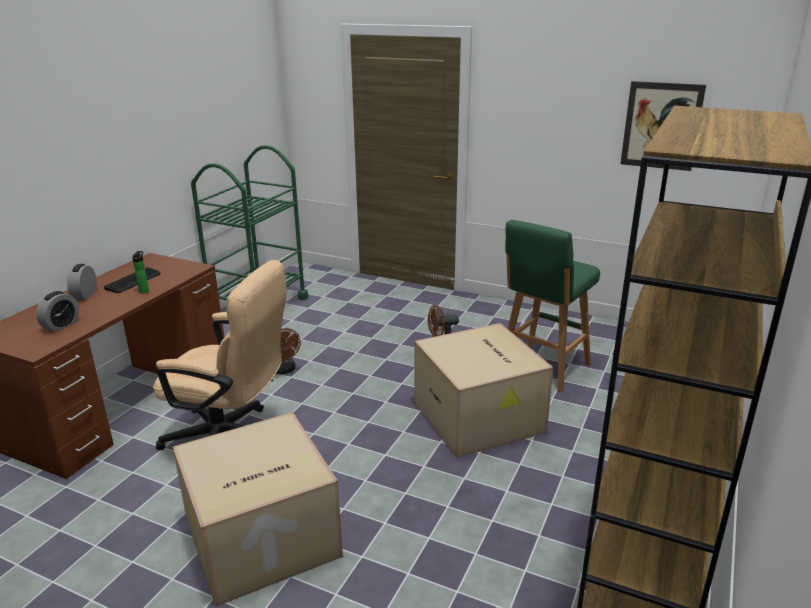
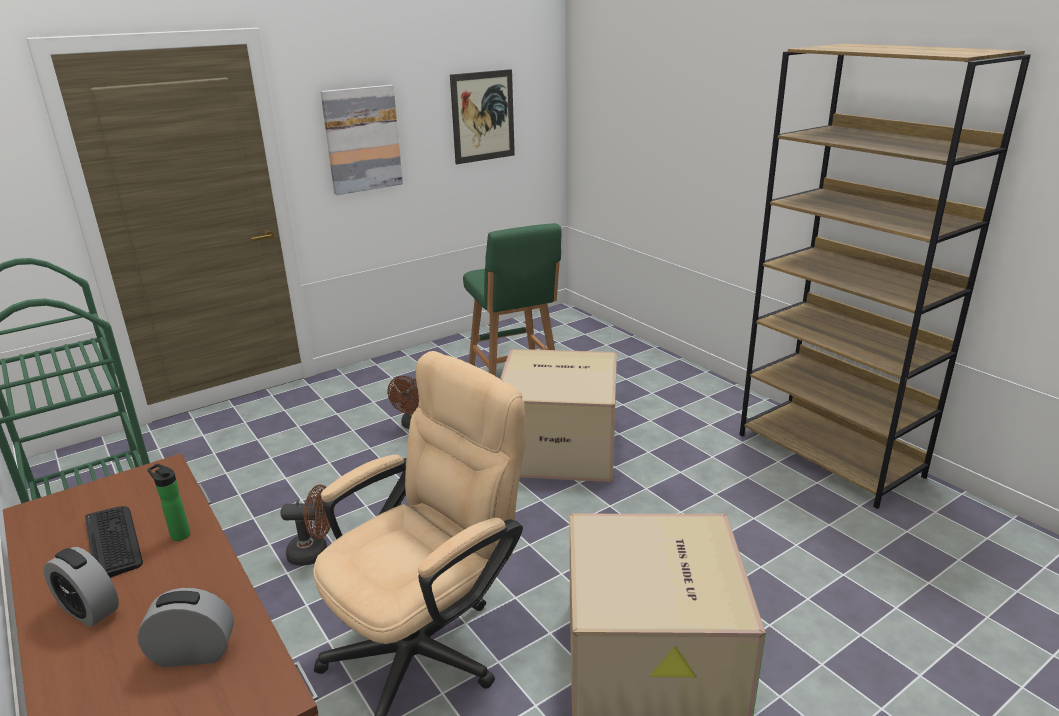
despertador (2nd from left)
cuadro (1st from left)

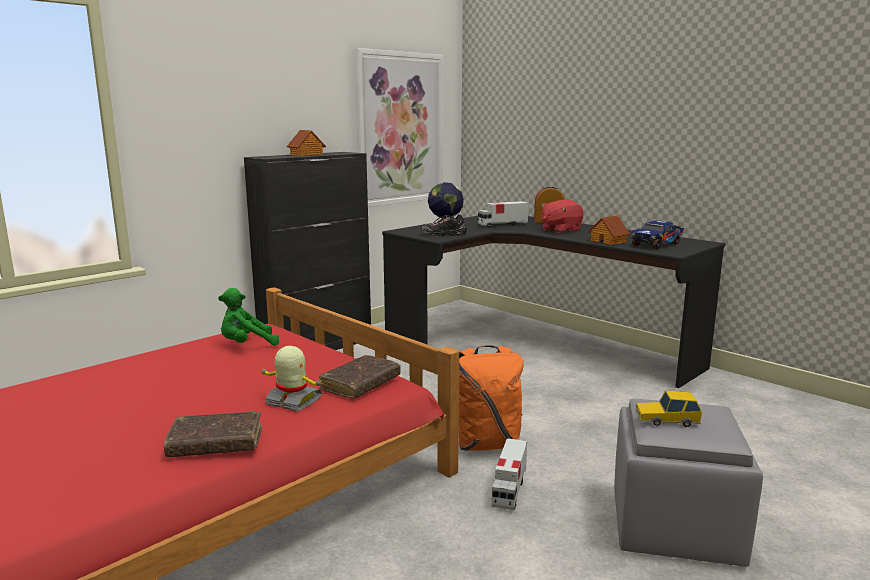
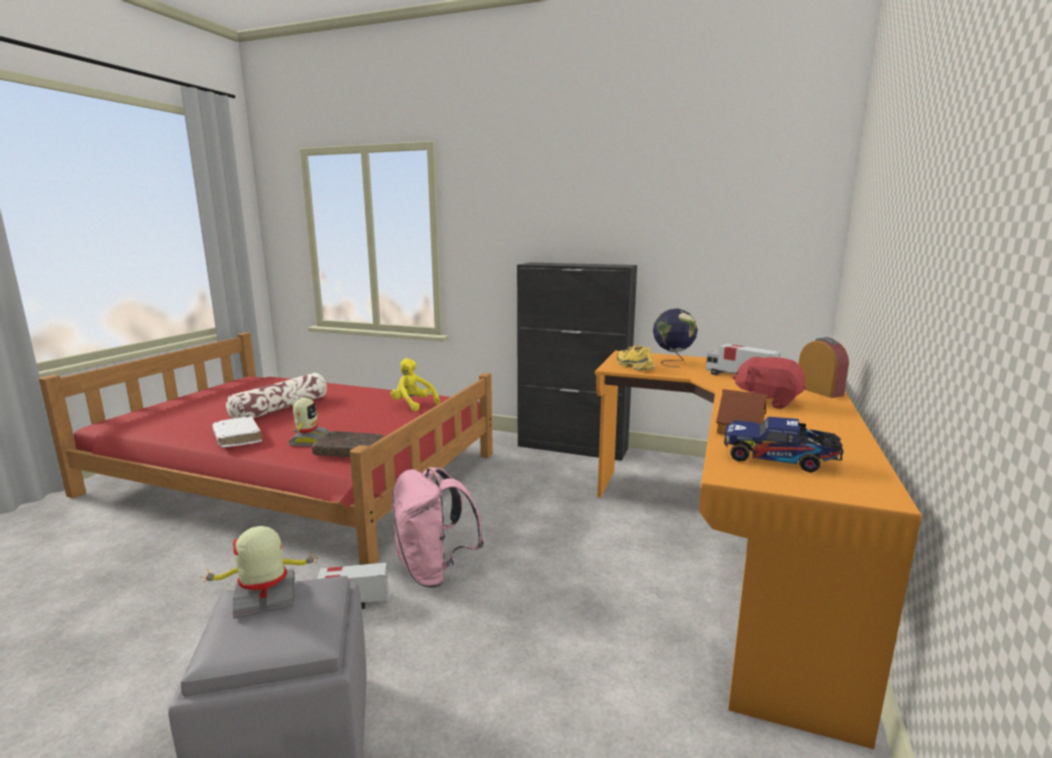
cuadro
casita (1st from left in the first image)
zapato (amarillo)
escritorio (naranja)
peluche (amarillo)
mochila (rosa)
robot de juguete (1st from left)
libro (blanco)
cojín

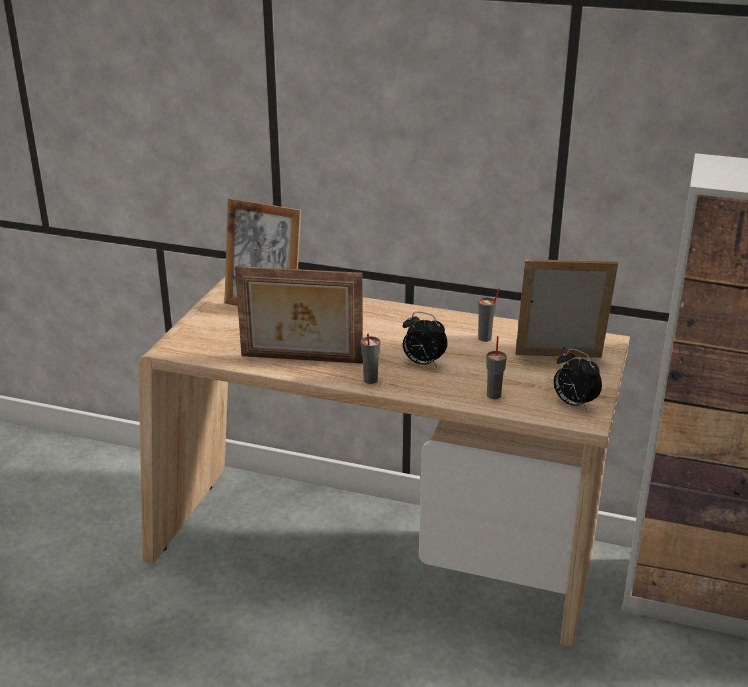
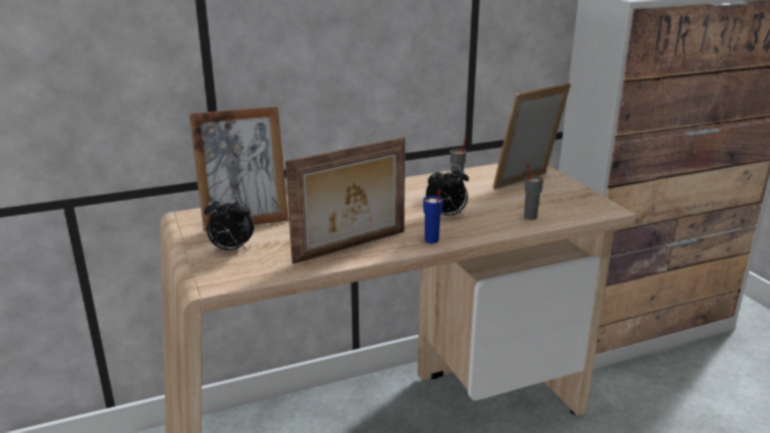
taza (azul)
despertador (1st from left)

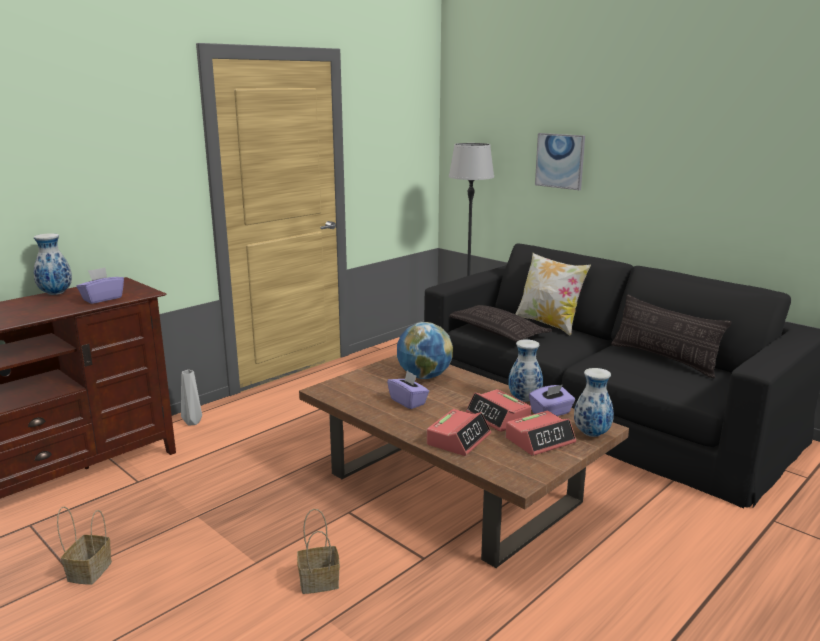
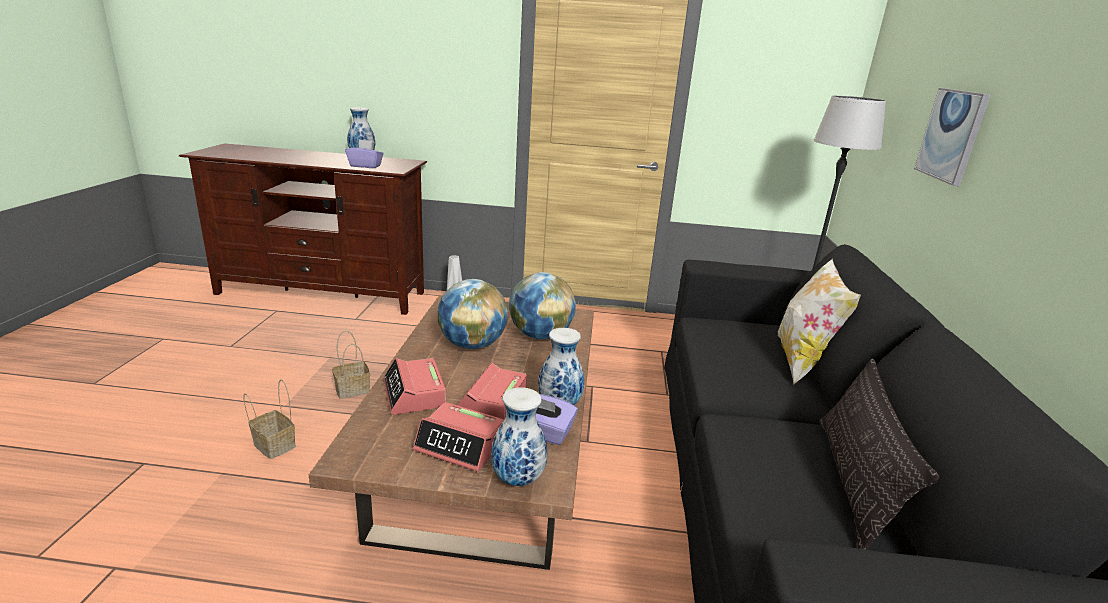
cojín (1st from left in the first image)
globo terráqueo (1st from left)
despertador (1st from left)
cesta (2nd from left)

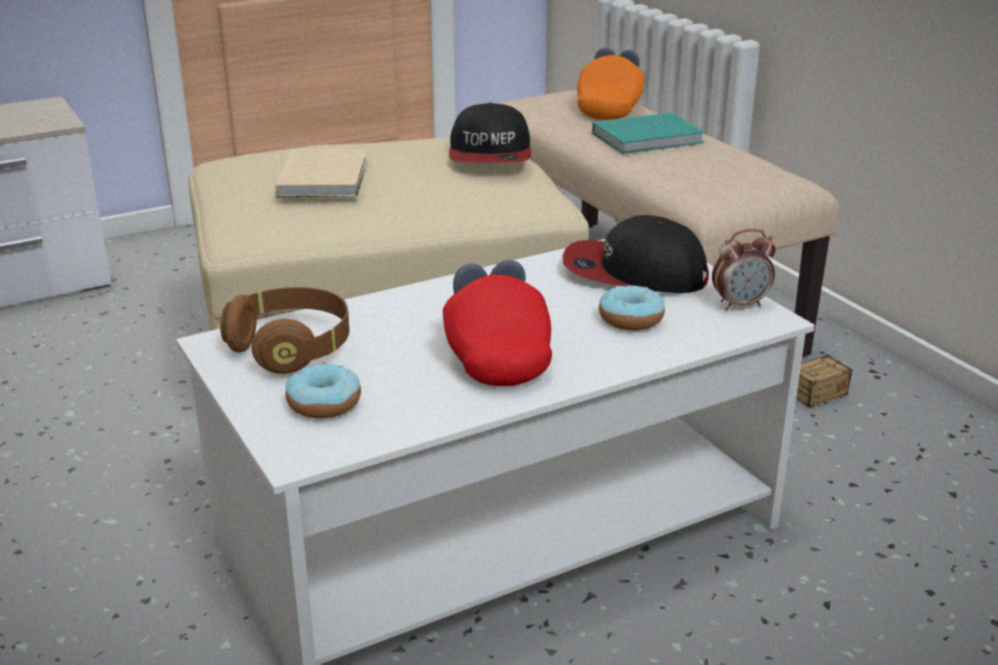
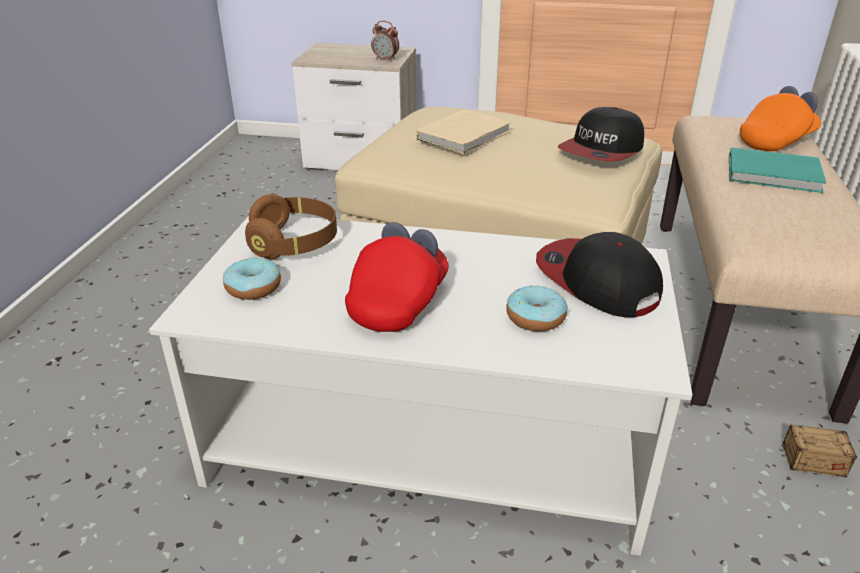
despertador

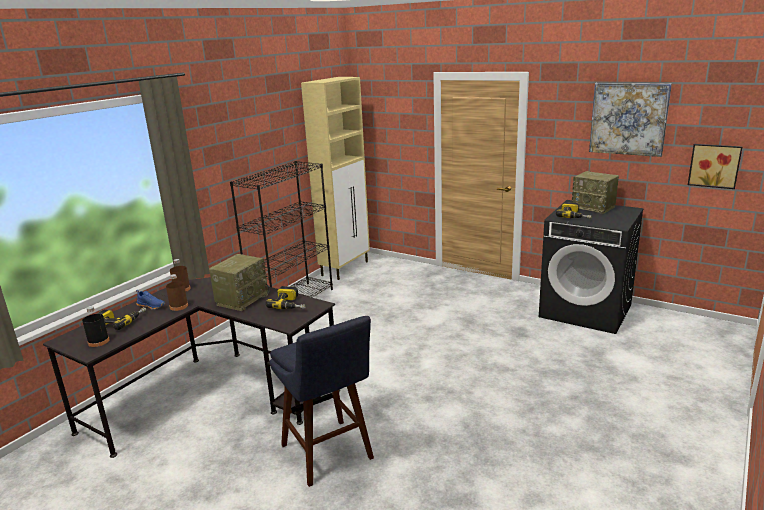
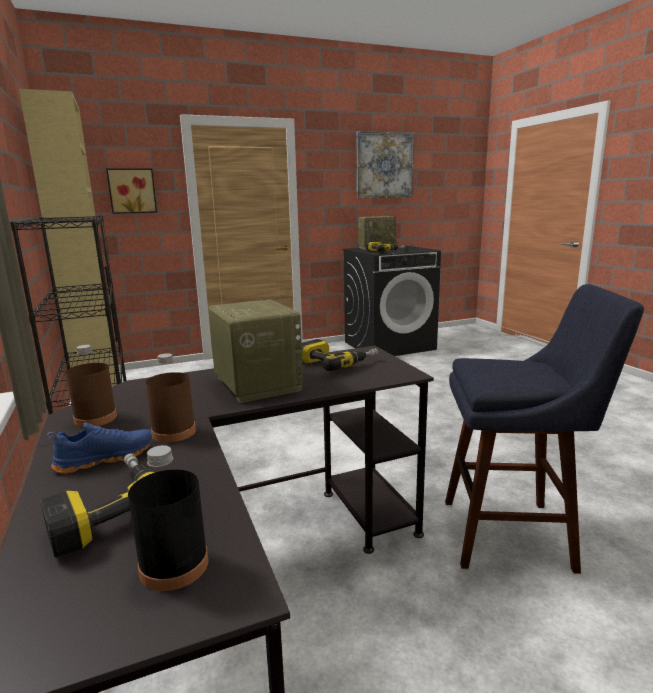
cuadro (1st from left)

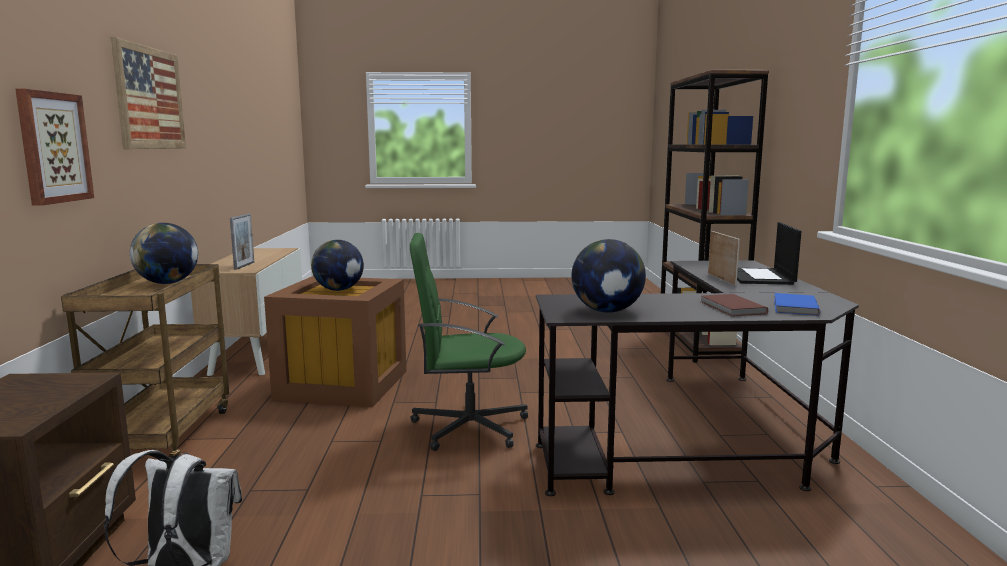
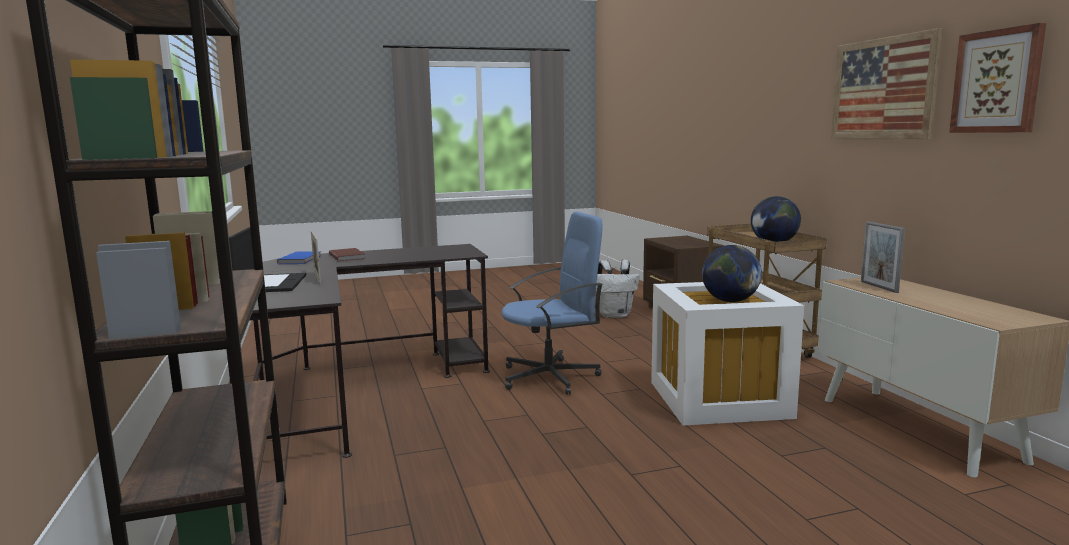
cuadro (2nd from left)
silla de oficina (azul)
globo terráqueo (3rd from left in the first image)
caja de almacenaje (blanco)

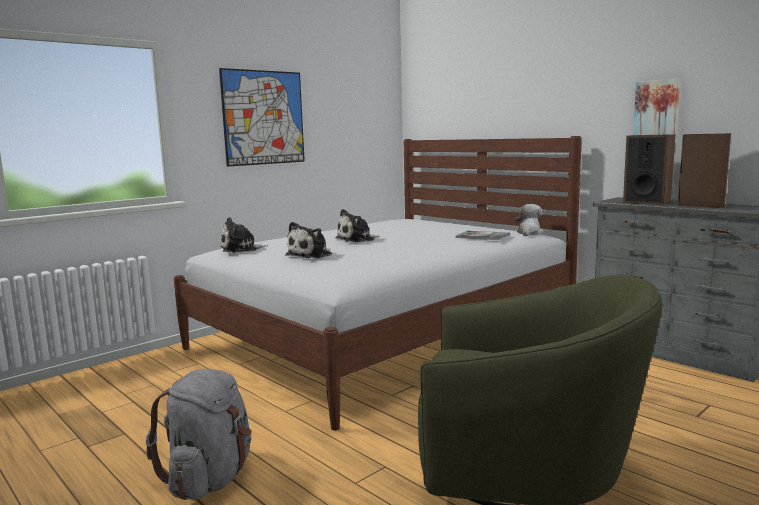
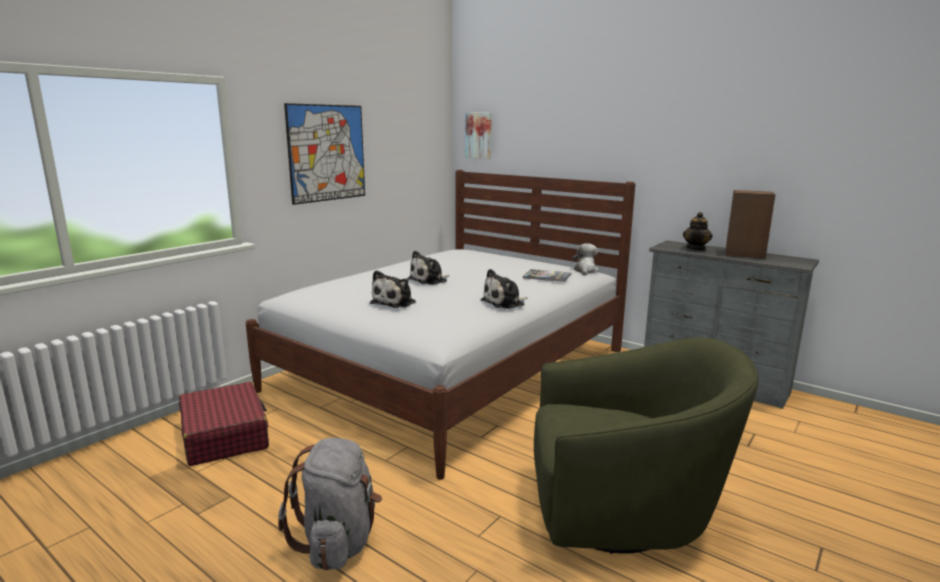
cuadro (2nd from left)
tetera
peluche (3rd from left)
maleta (rojo)

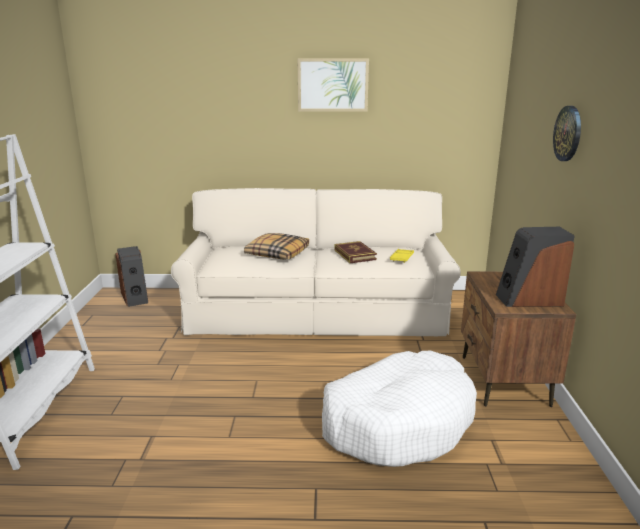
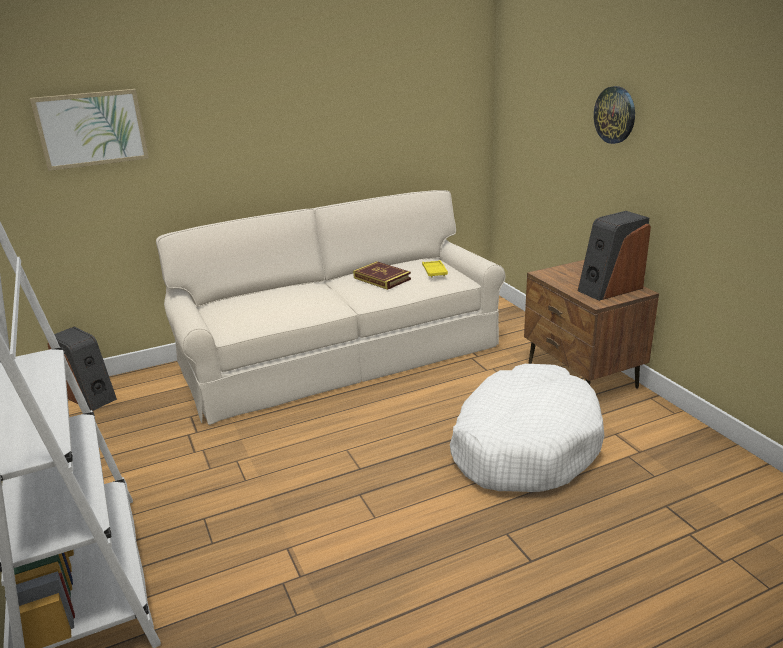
cuadro
cojín

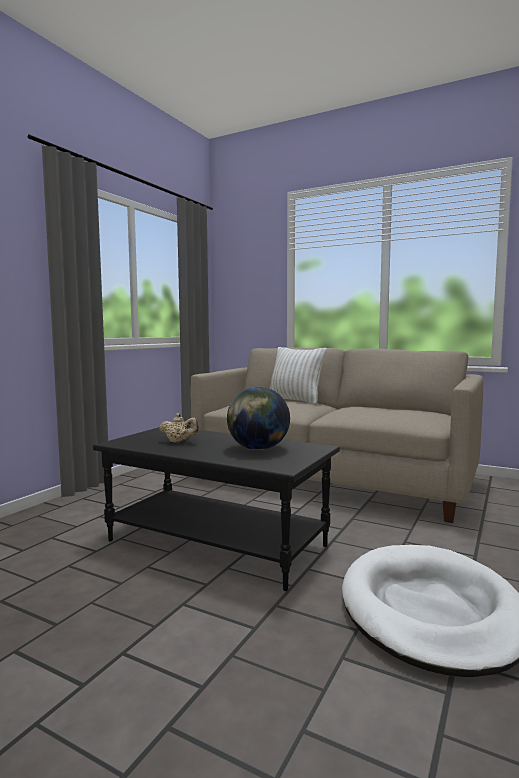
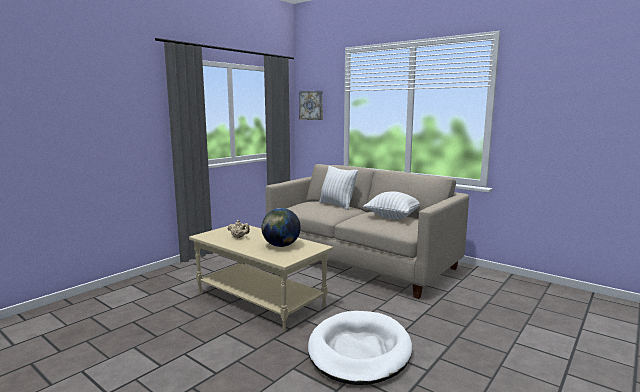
mesa de centro (beis)
cuadro
cojín (blanco) (2nd from left)

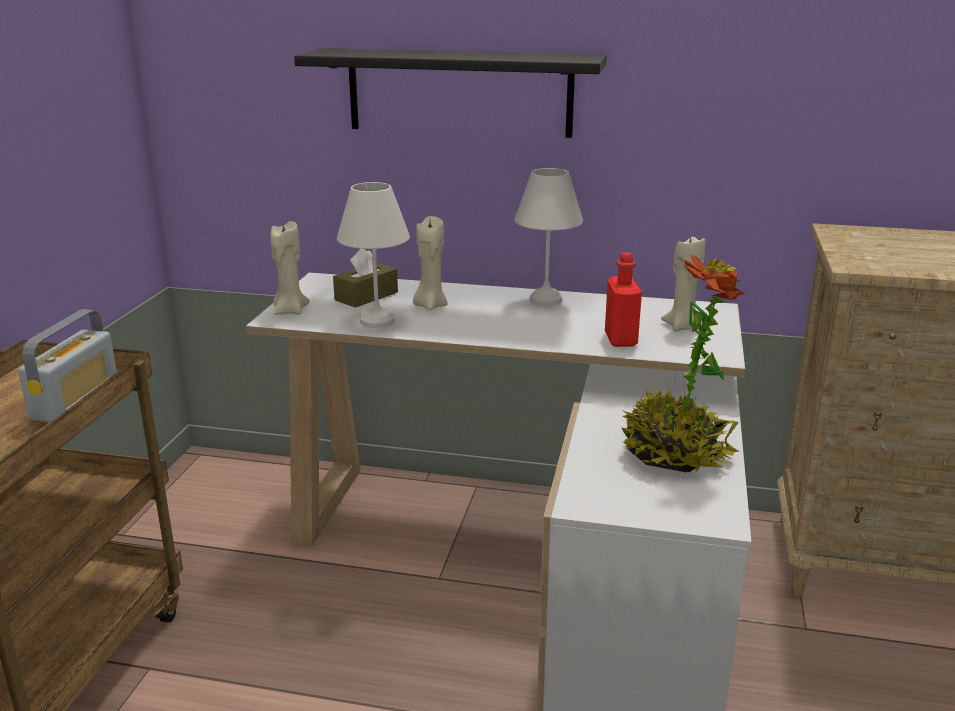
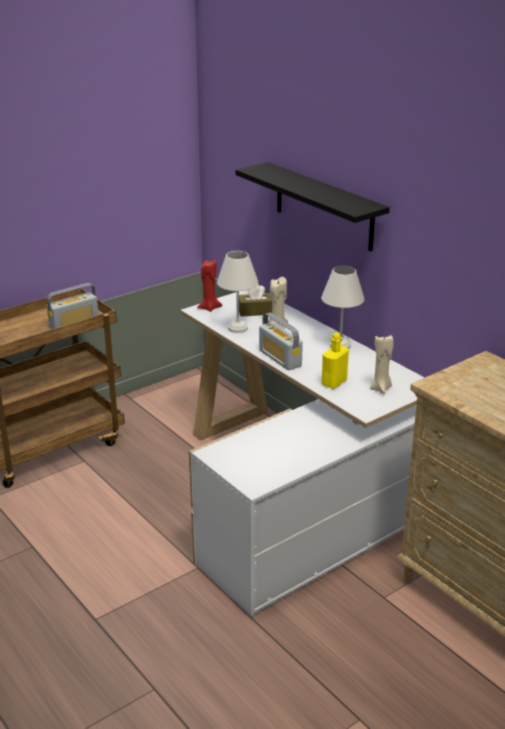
vela (rojo)
botella (amarillo)
planta en maceta
radio (2nd from left)

